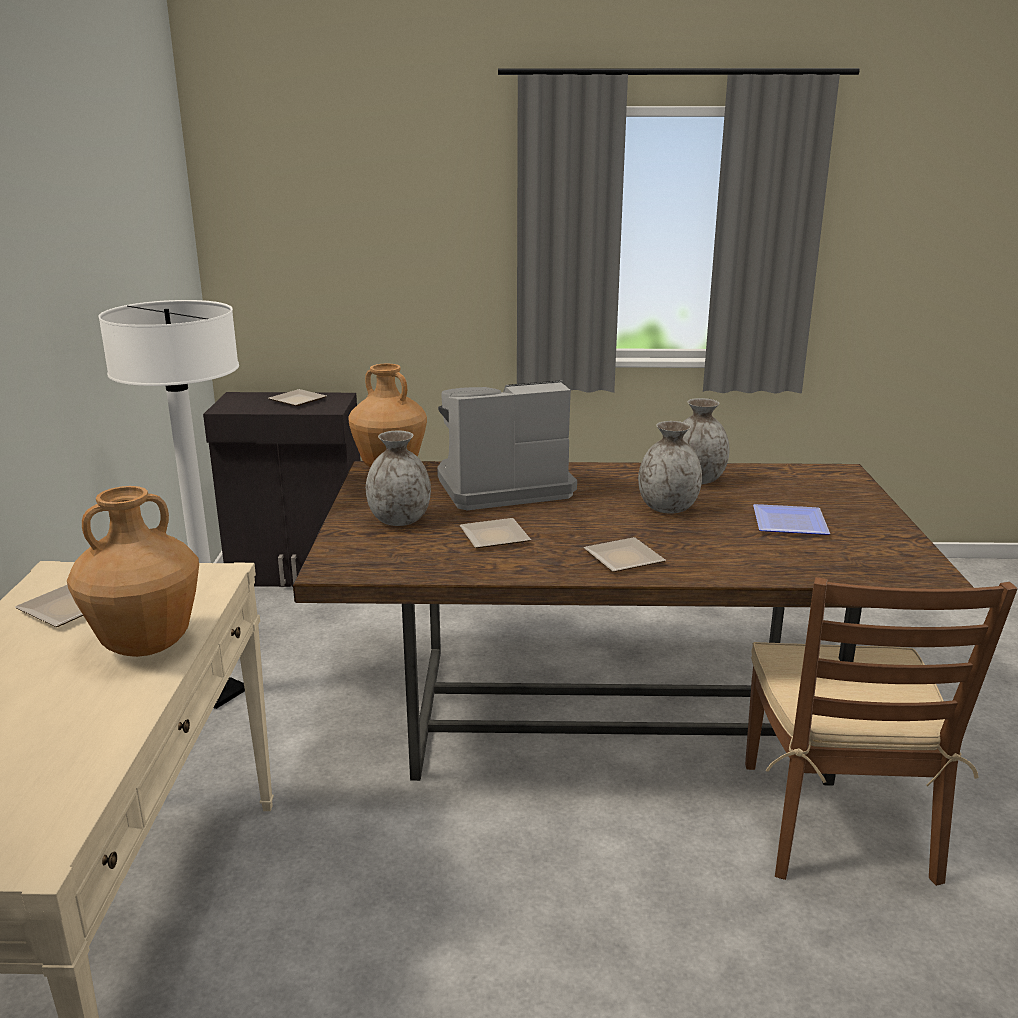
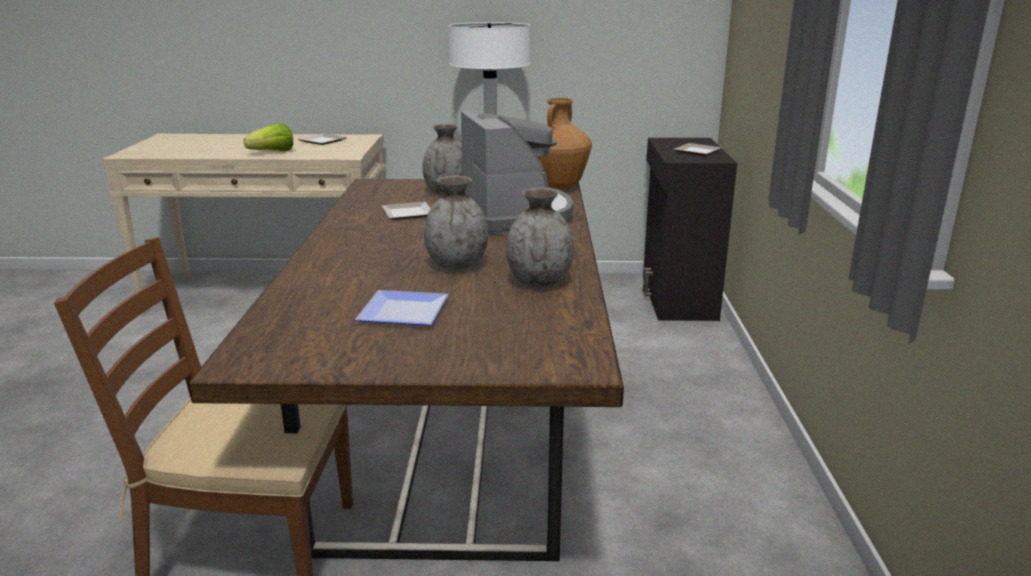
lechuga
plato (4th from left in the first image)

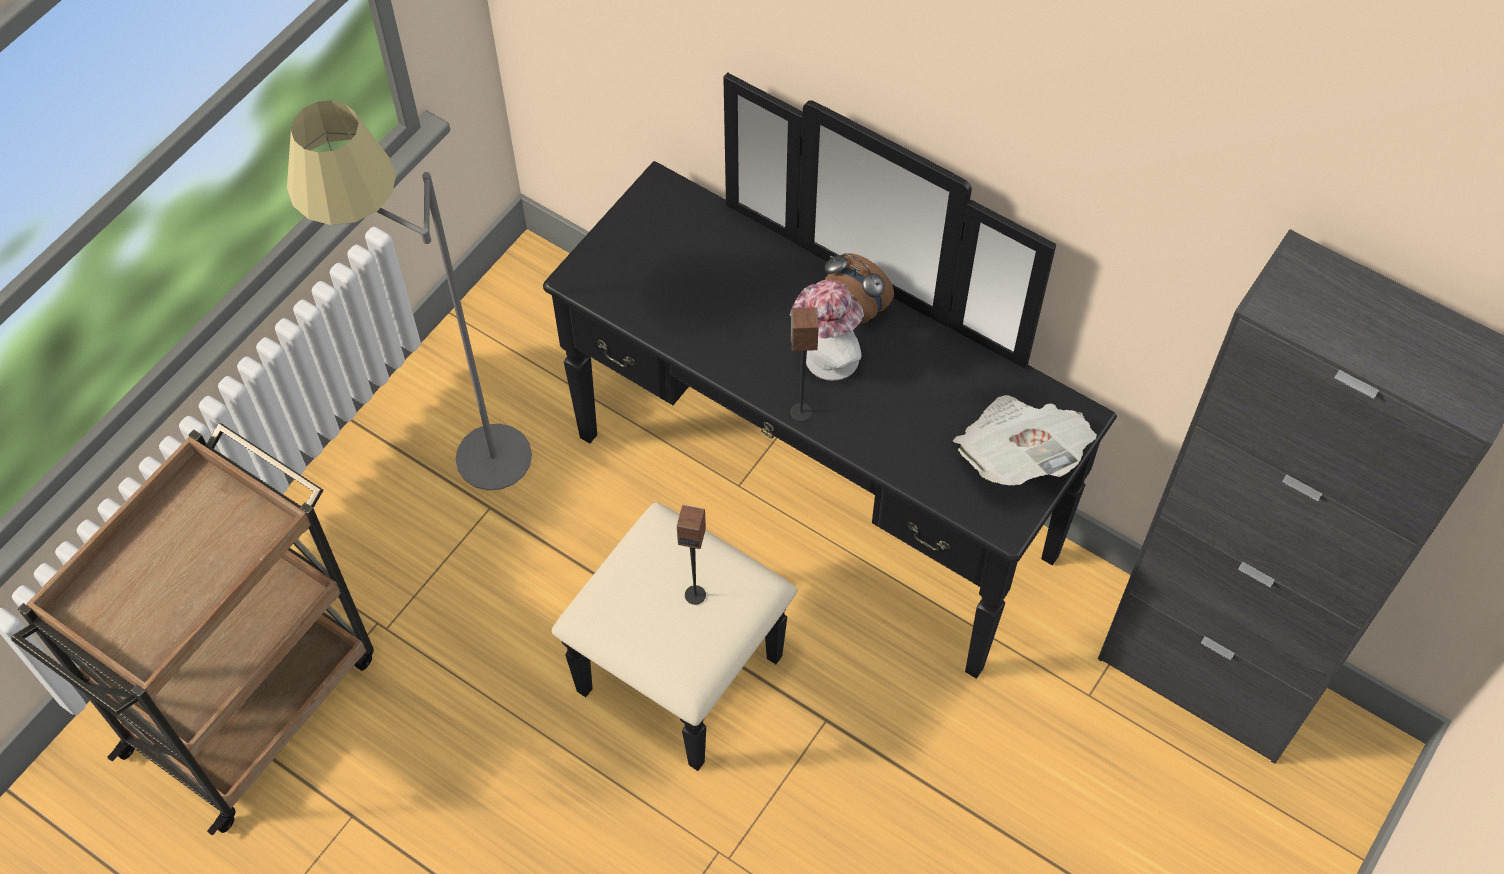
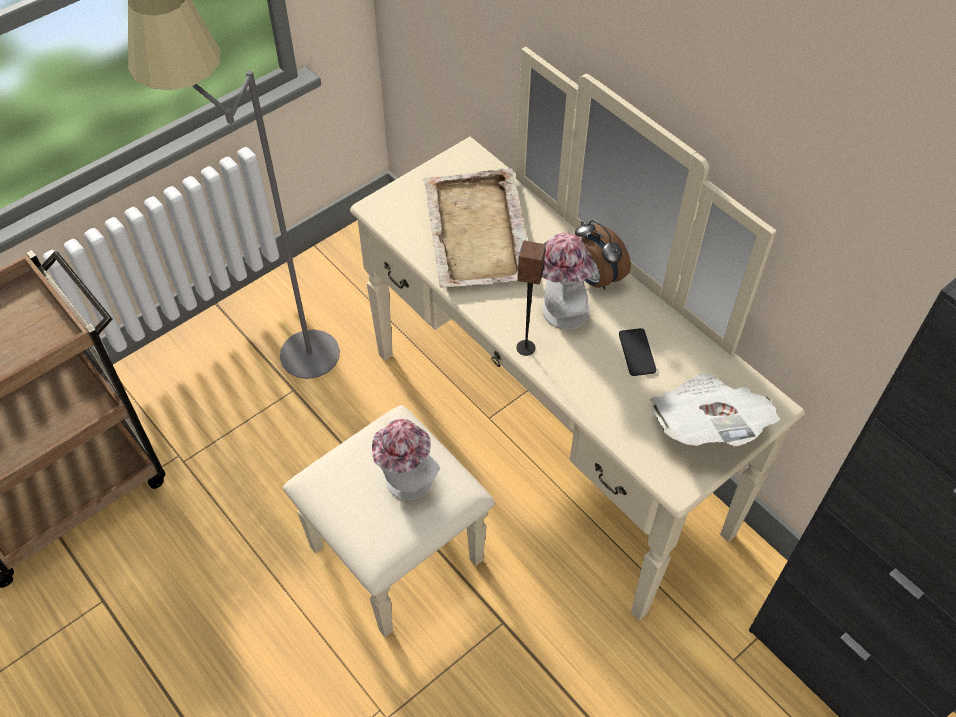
cómoda (beis)
sombrero (1st from left)
bandeja (beis)
móvil

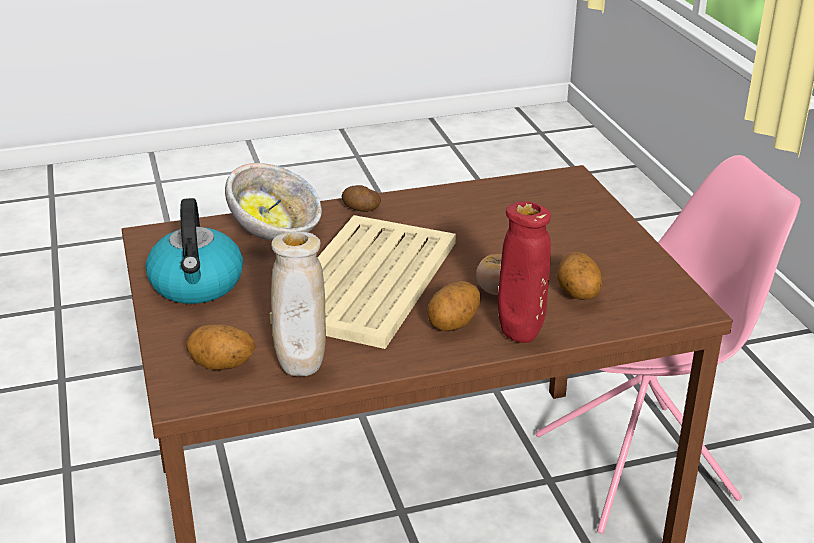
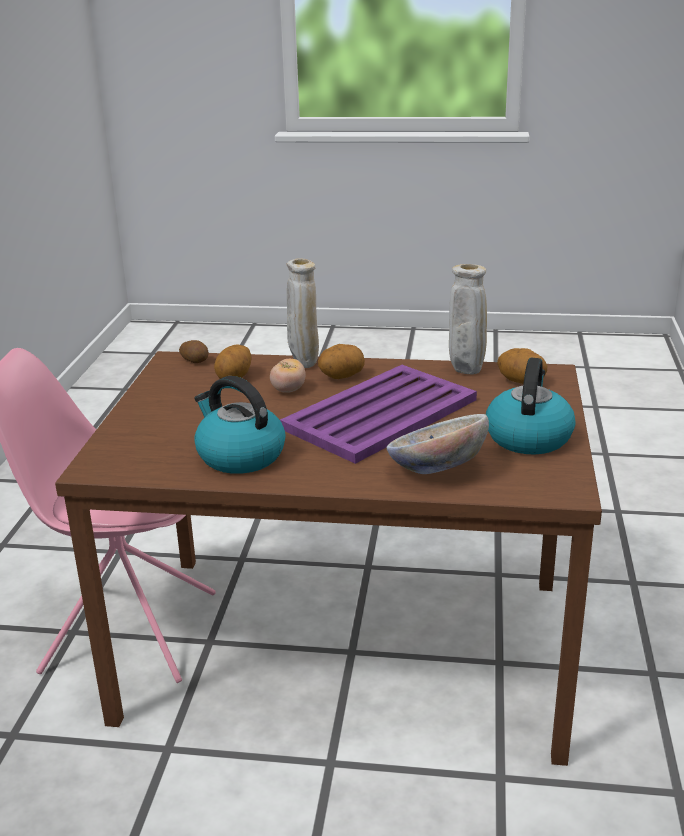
patata (1st from left)
florero (beis) (1st from left)
bandeja (morado)
hervidor (1st from left)

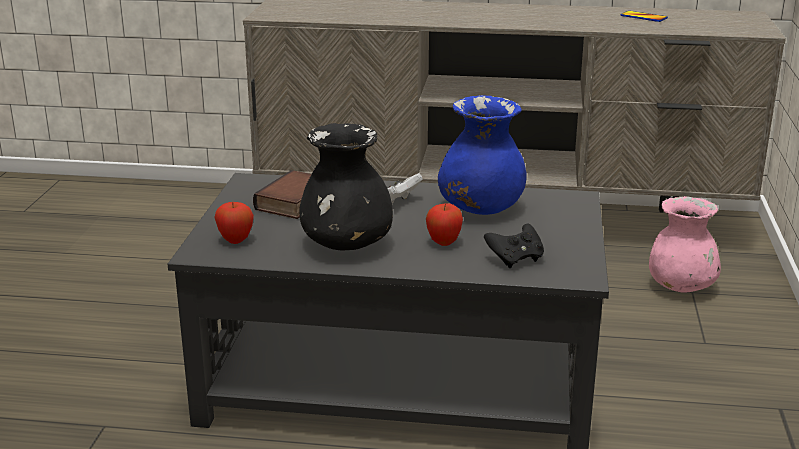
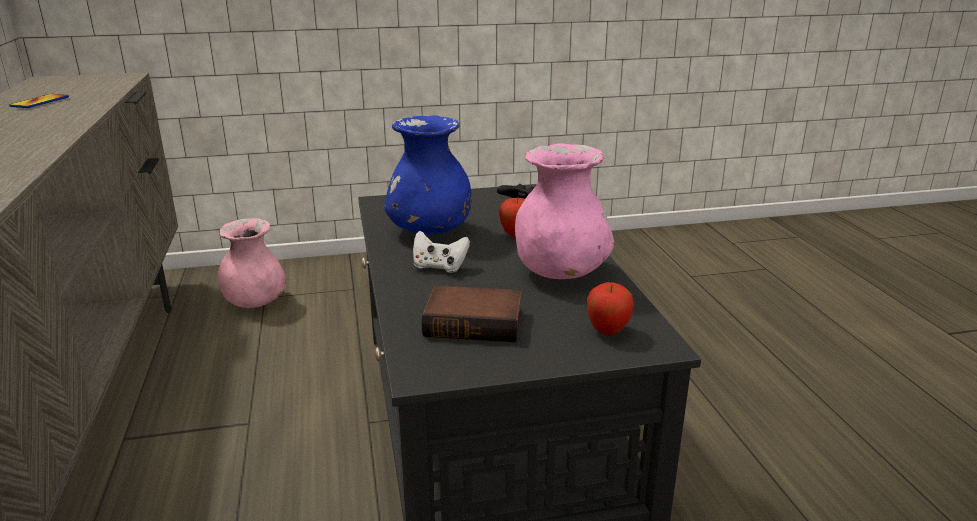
florero (rosa) (2nd from left)

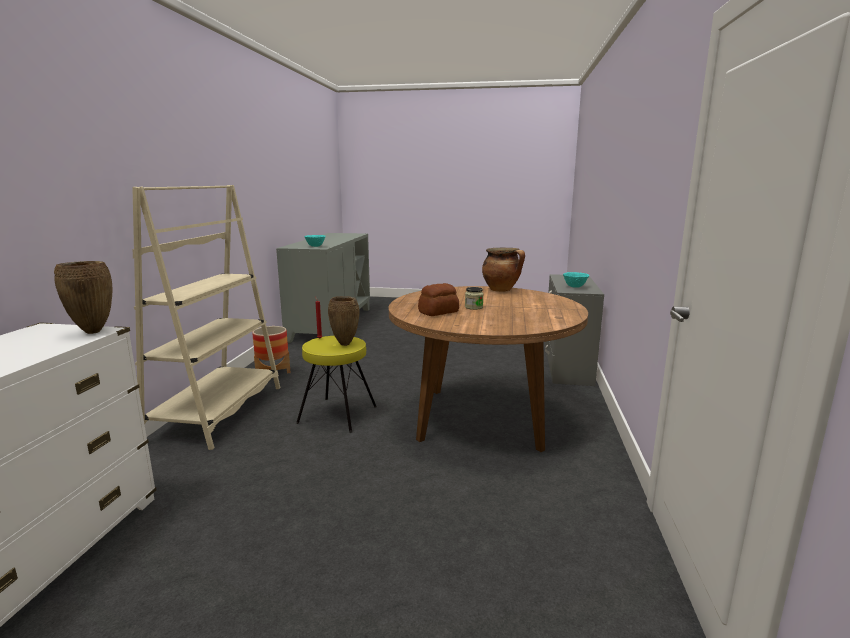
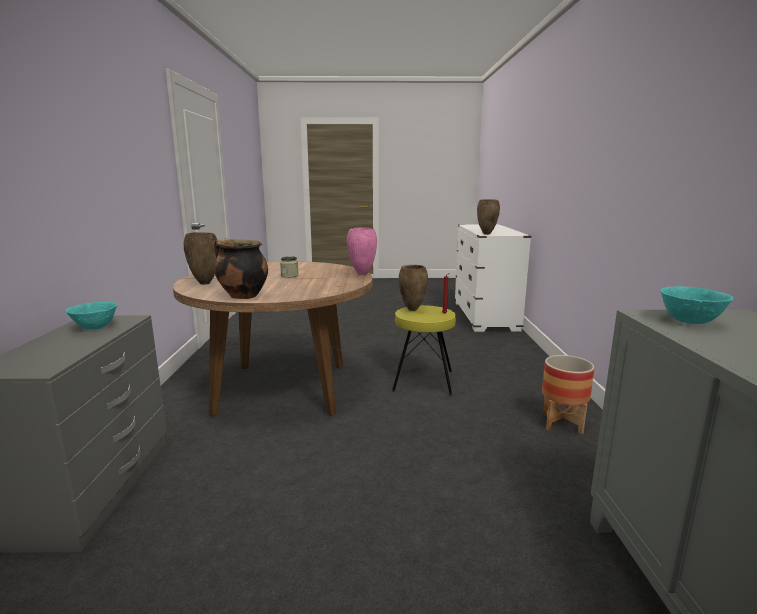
estantería (beis)
pan
florero (rosa)
florero (marrón) (1st from left)

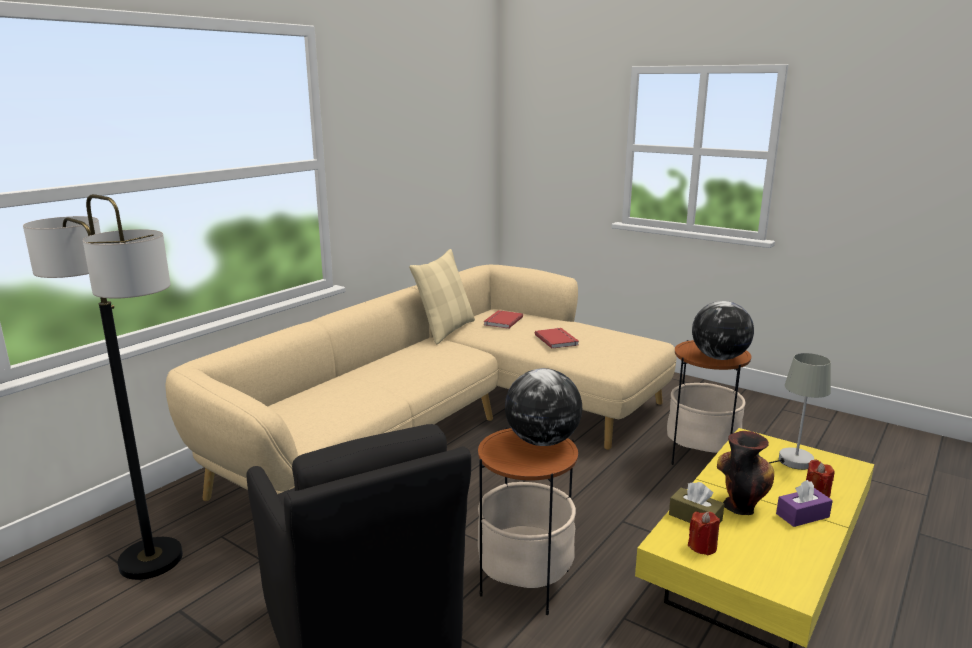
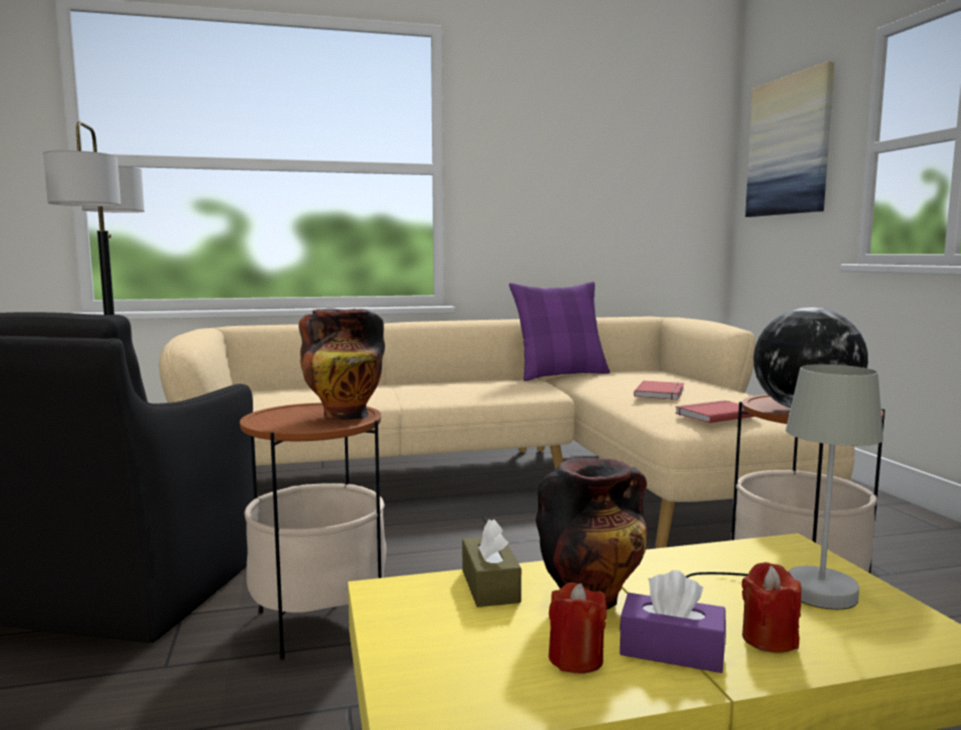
cojín (morado)
libro (rojo) (2nd from left)
florero (1st from left)
vela (rojo) (1st from left)
cuadro

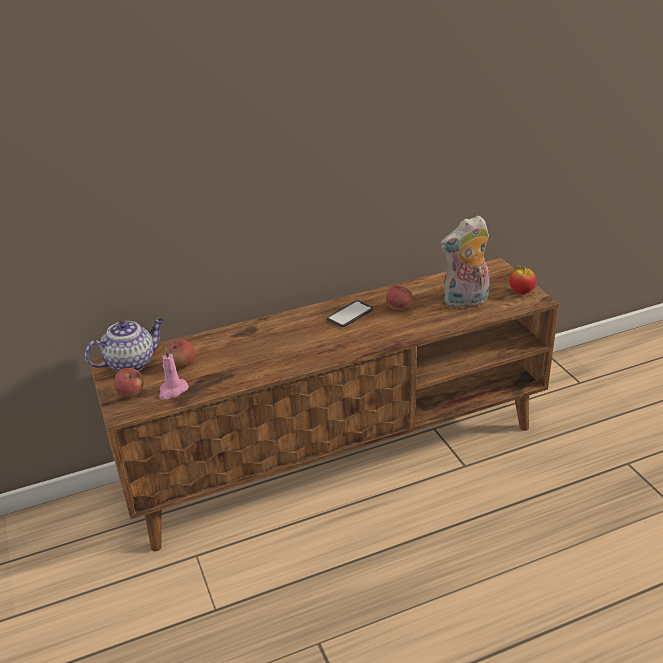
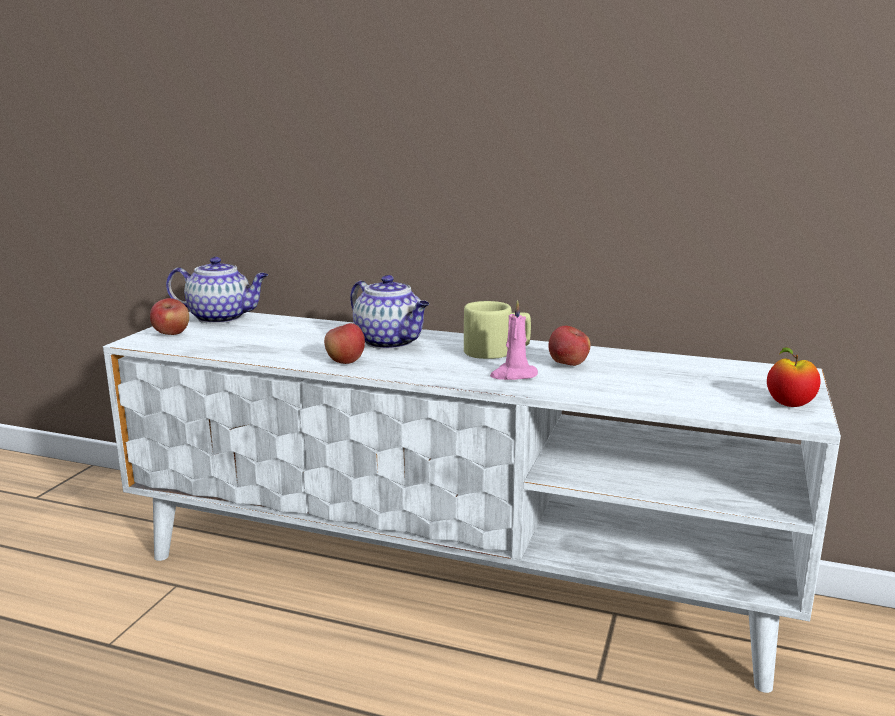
peluche
mueble de televisión (blanco)
taza grande (beis)
manzana (2nd from left)
vela (rosa)
tetera (2nd from left)

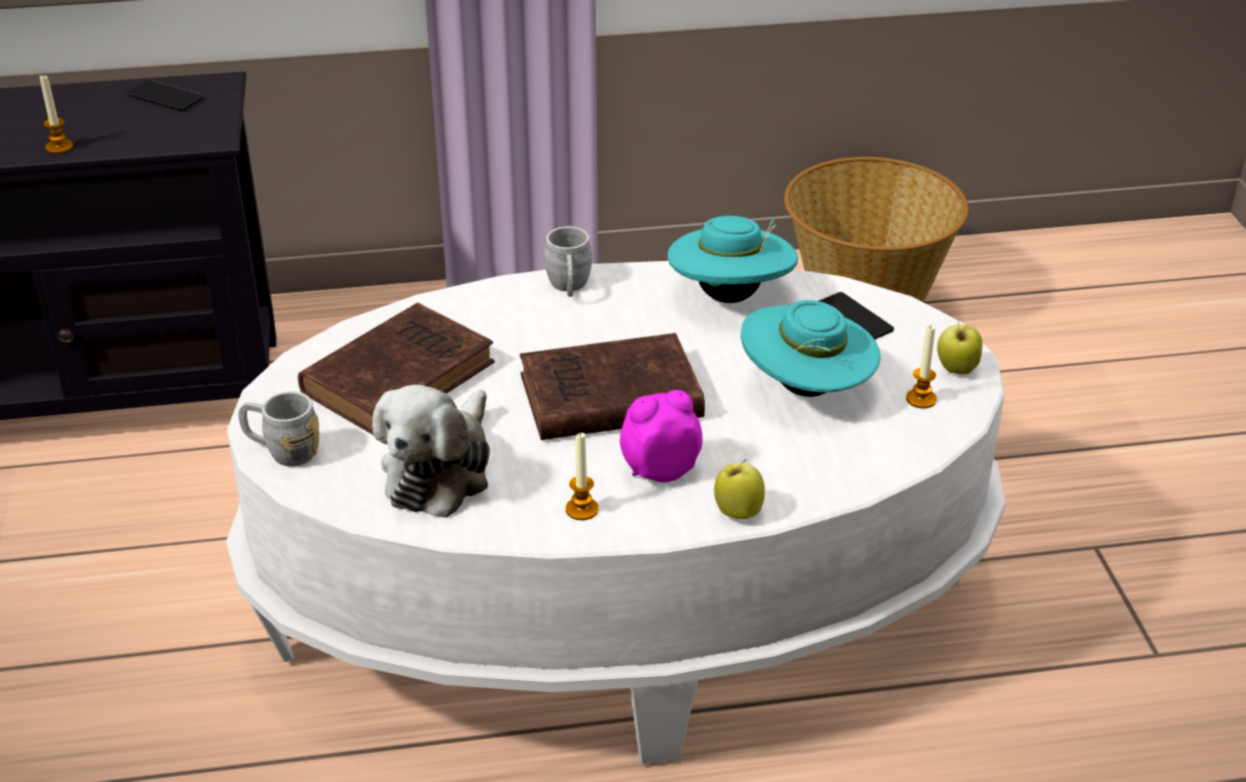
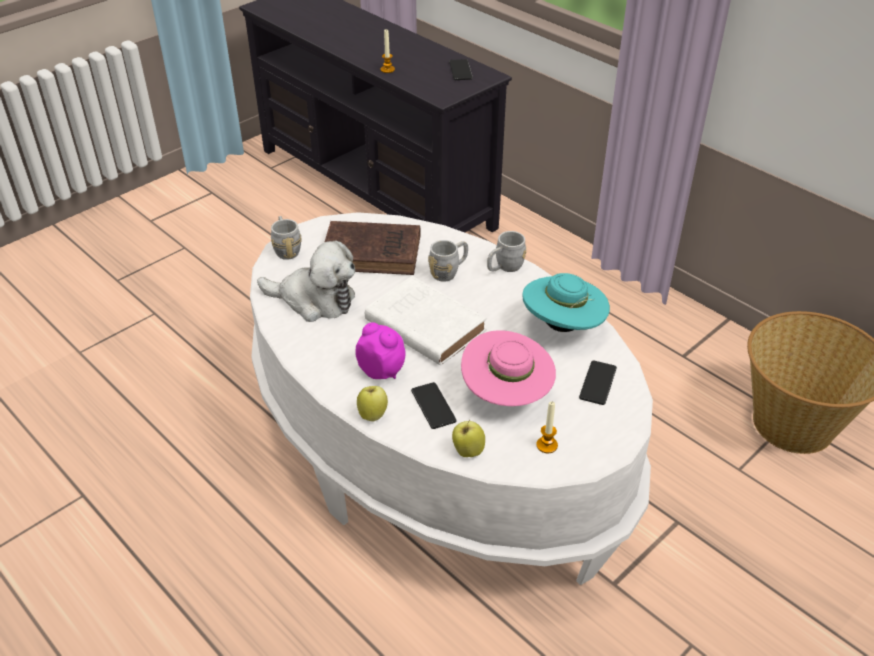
sombrero (rosa)
manzana (2nd from left)
libro (blanco)
peluche
vela (2nd from left in the first image)
taza grande (gris) (2nd from left)
móvil (1st from left)

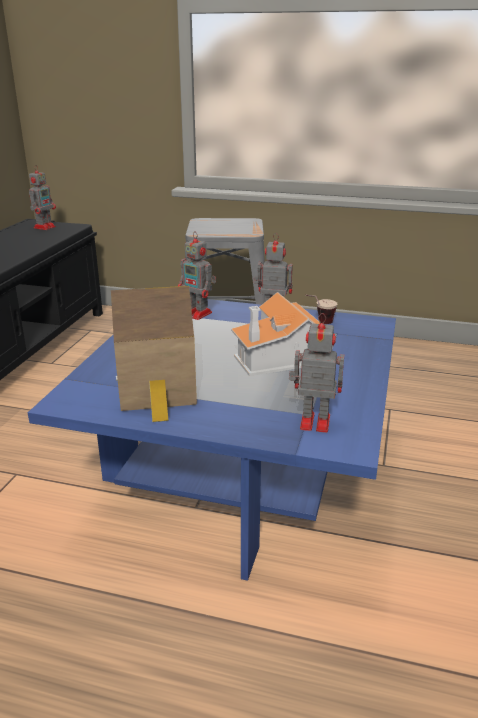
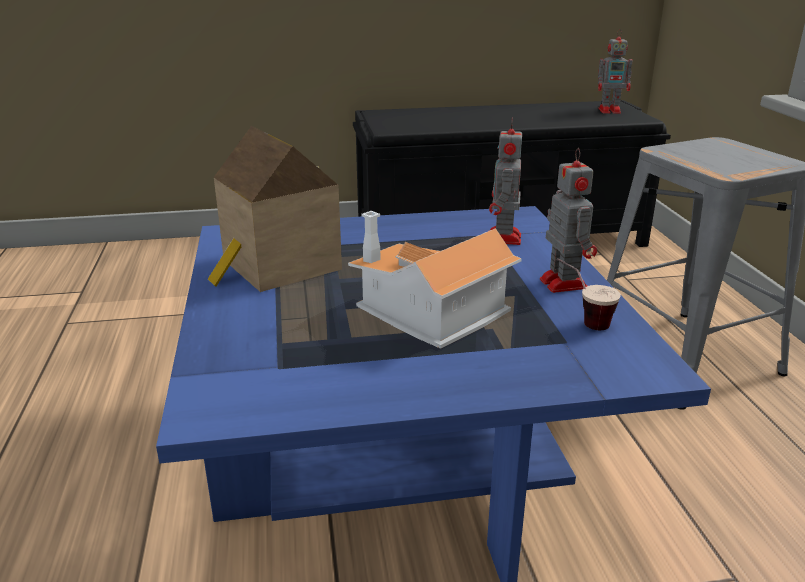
robot de juguete (4th from left in the first image)

